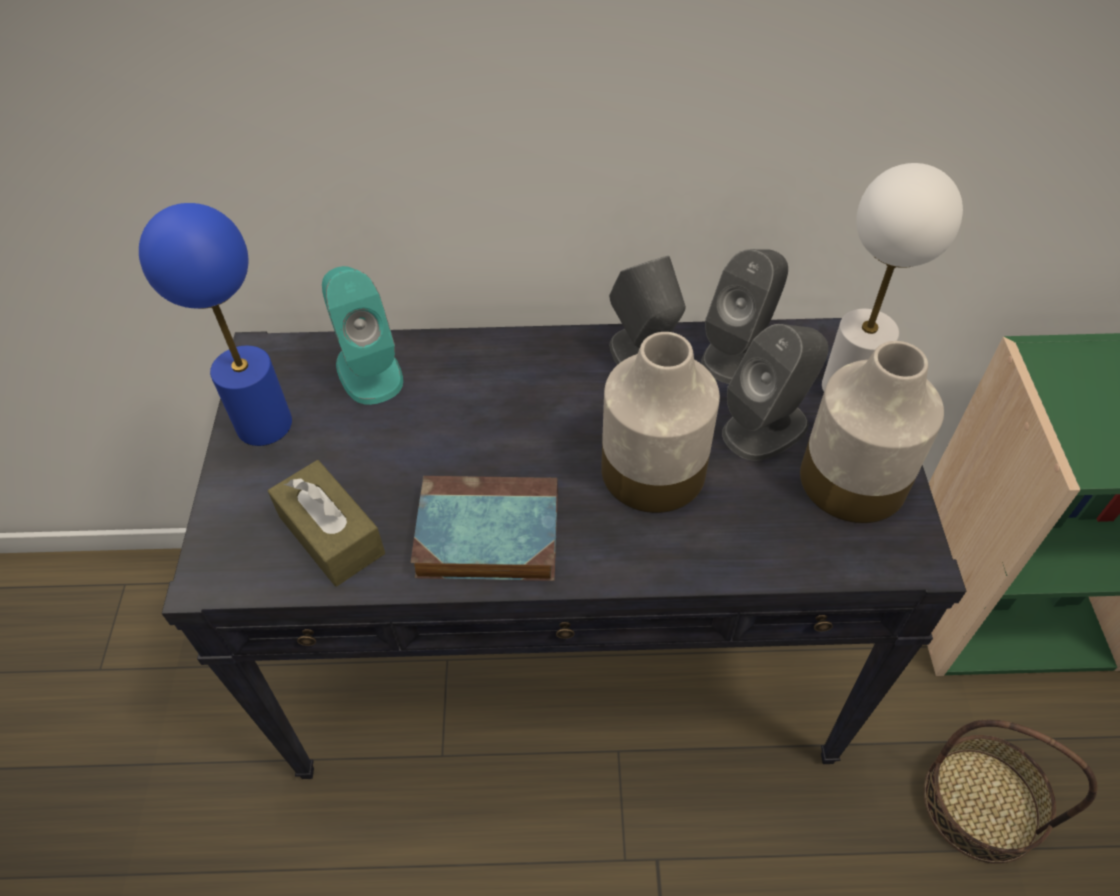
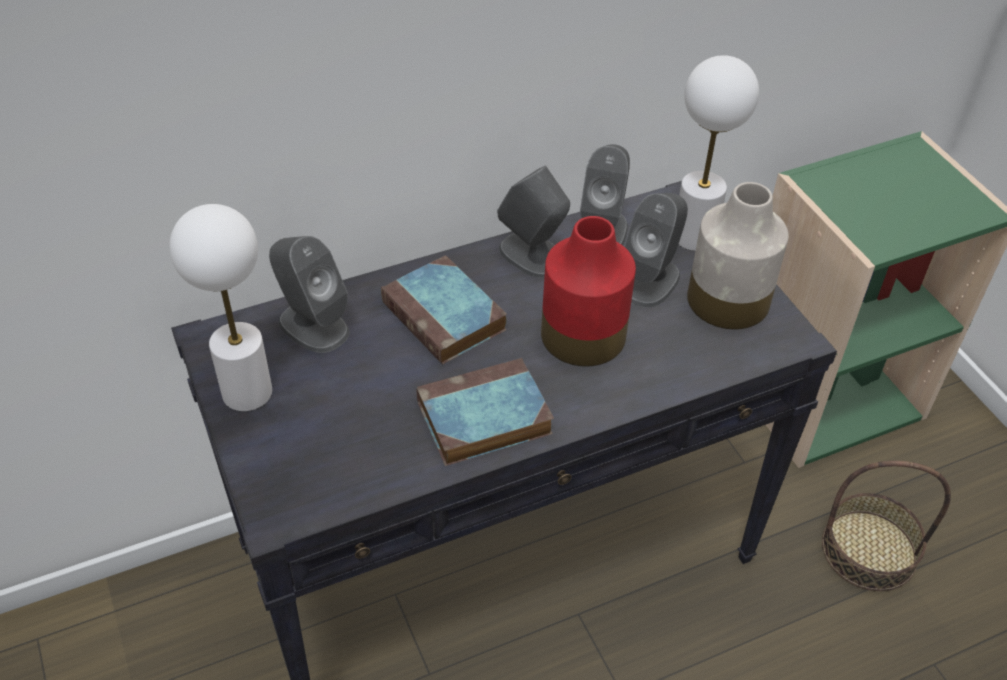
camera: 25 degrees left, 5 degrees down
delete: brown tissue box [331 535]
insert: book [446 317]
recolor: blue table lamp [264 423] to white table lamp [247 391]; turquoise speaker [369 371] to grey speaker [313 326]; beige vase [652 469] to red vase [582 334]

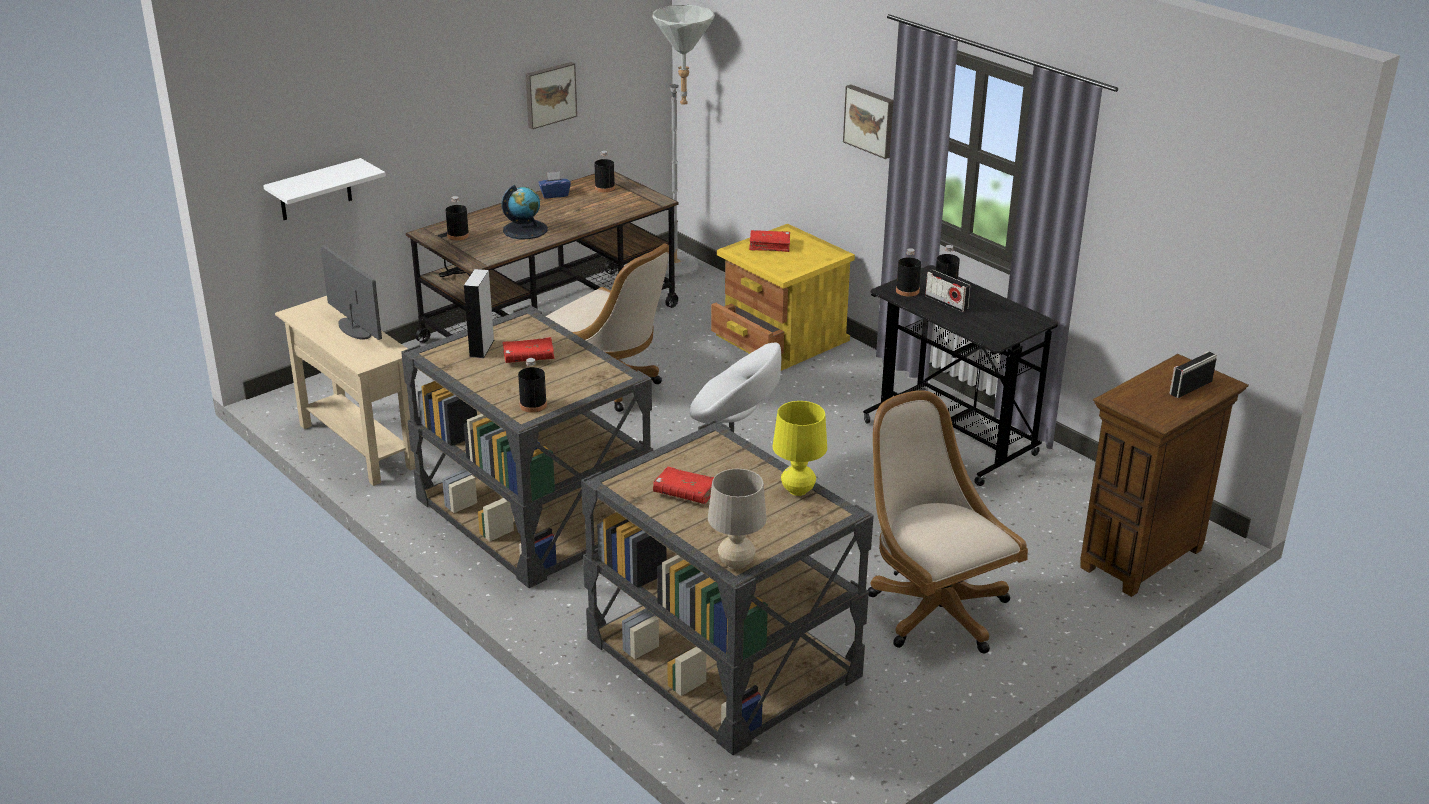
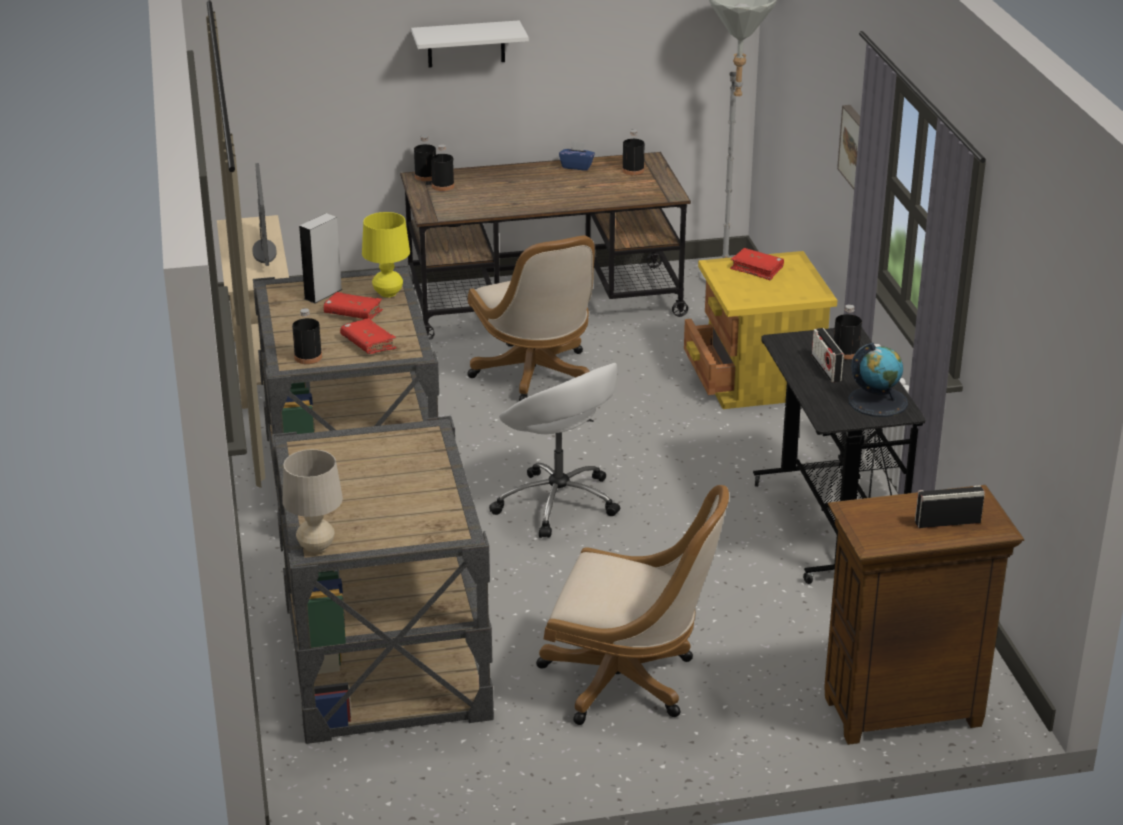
camera: 30 degrees right, 0 degrees up
delete: picture [549 94]
move: white shelf [315 190] to [466 44]; globe [525 229] to [878 401]; red book [685 493] to [368 343]; yellow table lamp [798 490] to [388 293]; black bottle [907 291] to [425 176]
rotate: office chair [932 606] = [629 681] 105 degrees clockwise

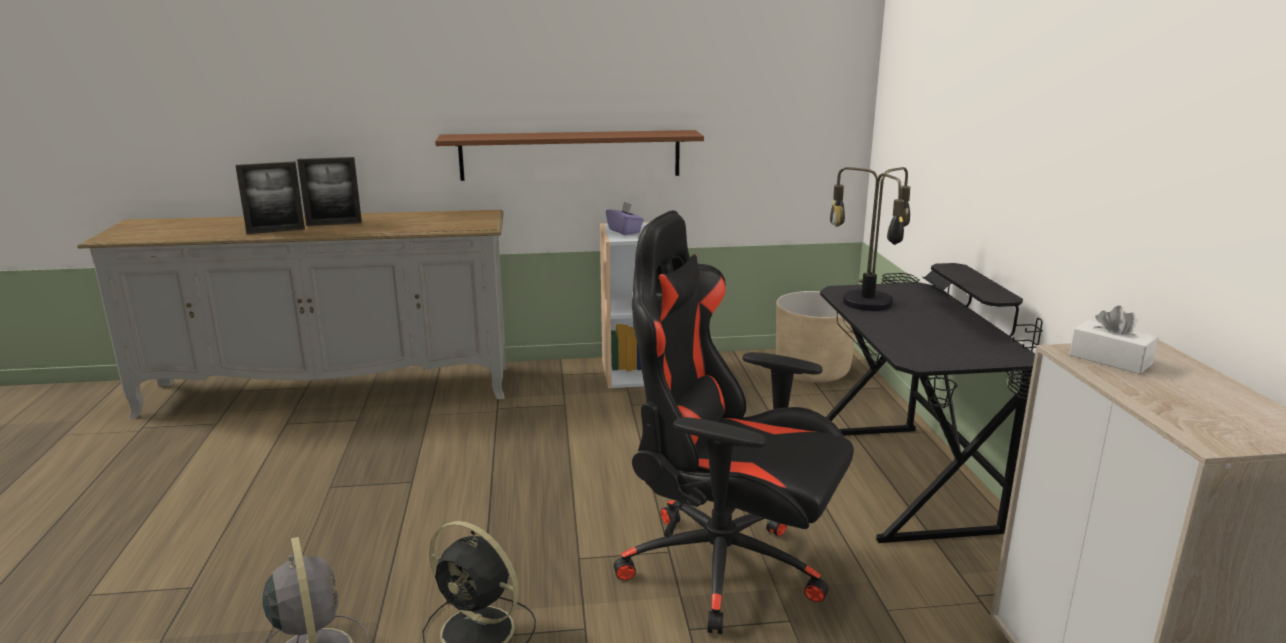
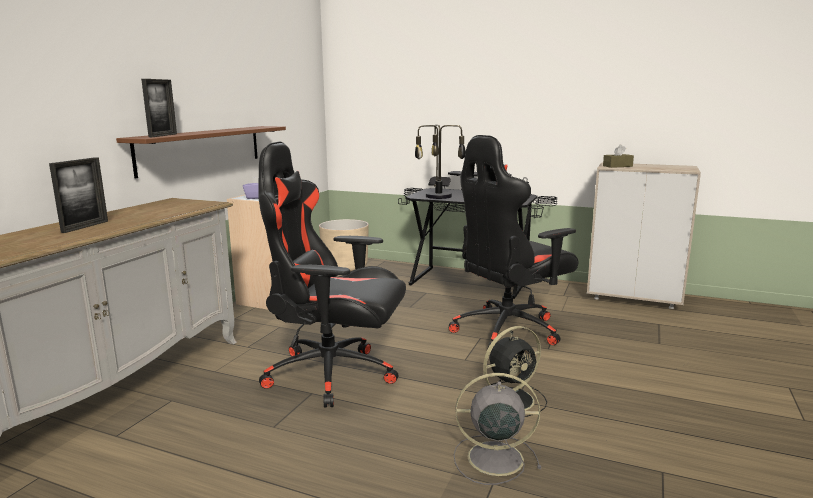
camera: 60 degrees left, 5 degrees down
insert: black office chair [339 376]
move: picture frame [276 231] to [163 135]
recolor: white tissue box [1110 359] to brown tissue box [617 166]

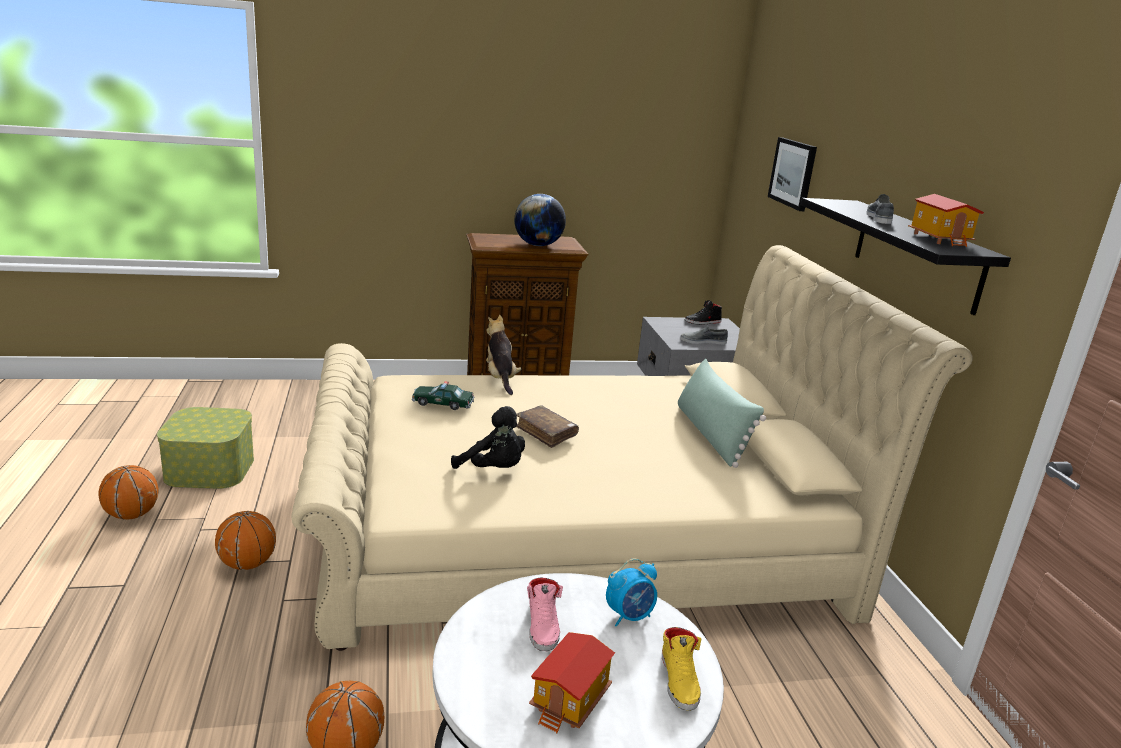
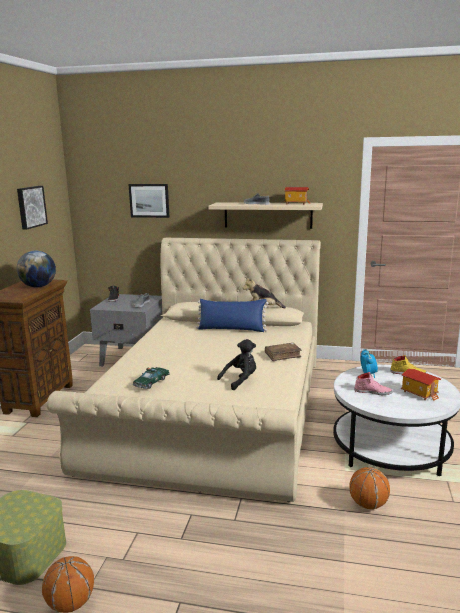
camera: 65 degrees left, 5 degrees down
delete: basketball [247 564]
insert: picture [30 207]
move: plush toy [500 378] to [262 308]; brown book [546 432] to [282 355]
recolor: green pillow [711 435] to blue pillow [231 329]; black shelf [916 254] to beige shelf [268 215]

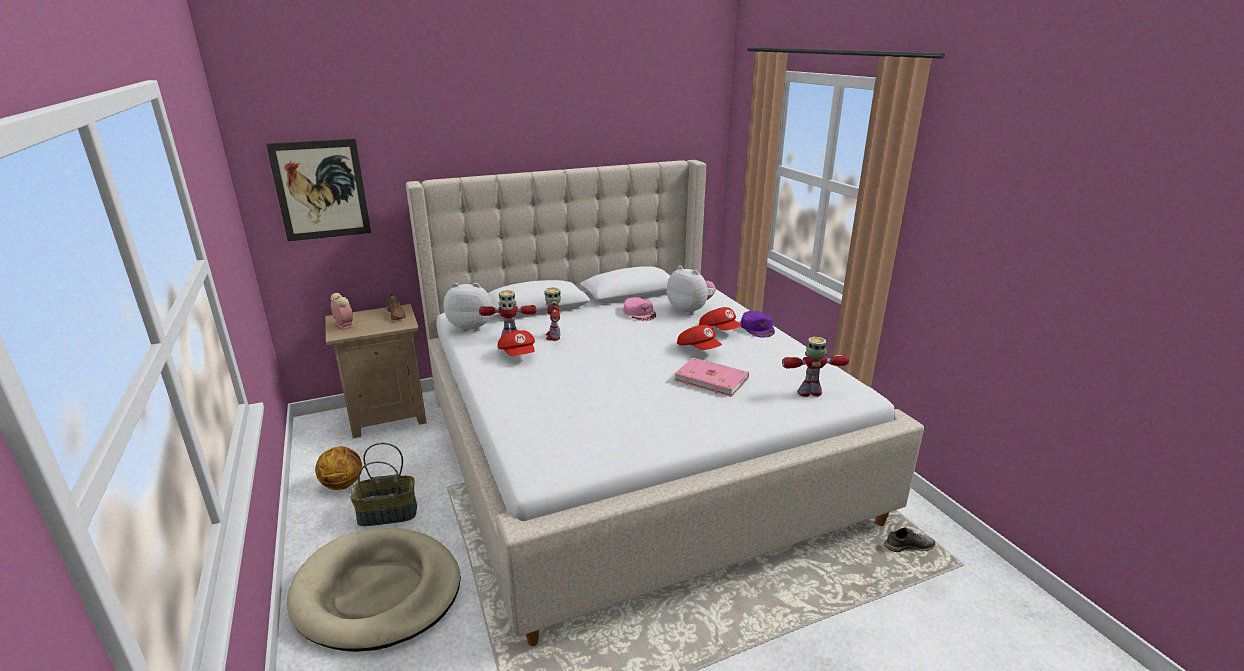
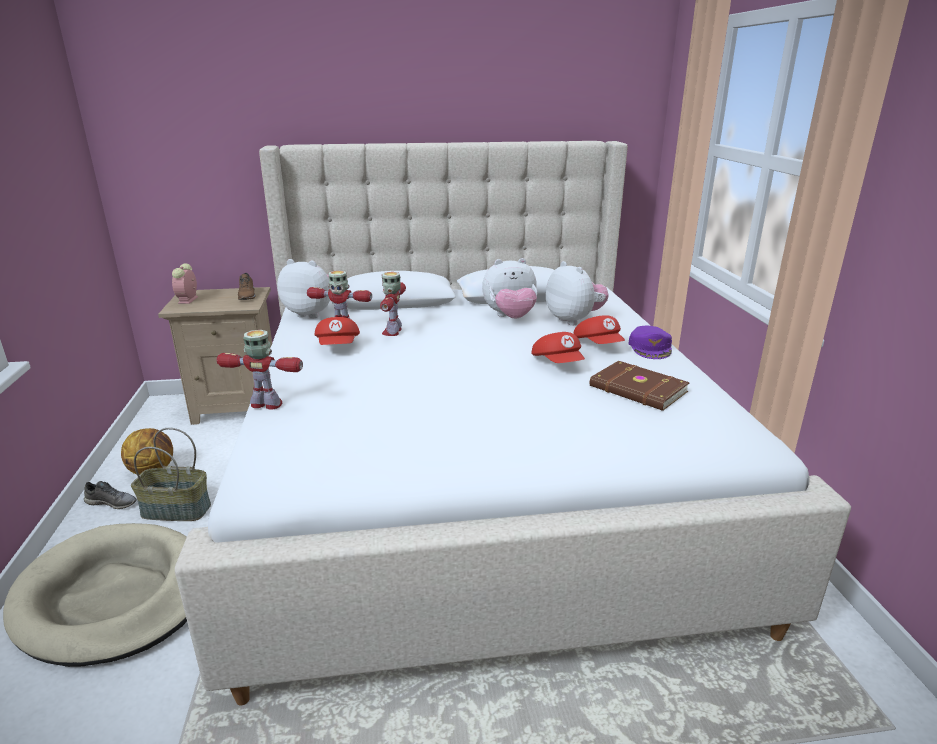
camera: 15 degrees right, 0 degrees up
delete: picture [321 190]; pink book [711 379]
insert: brown book [637 390]
move: toy robot [810 393] to [267 404]; grey shoe [908 546] to [112 502]
replace: pink cap [639 313] to plush toy [510 317]
rotate: alarm clock [343 325] = [188 300] 150 degrees counterclockwise

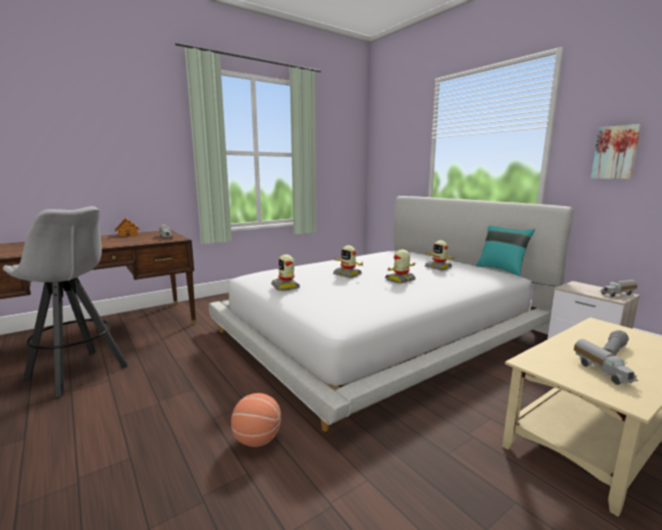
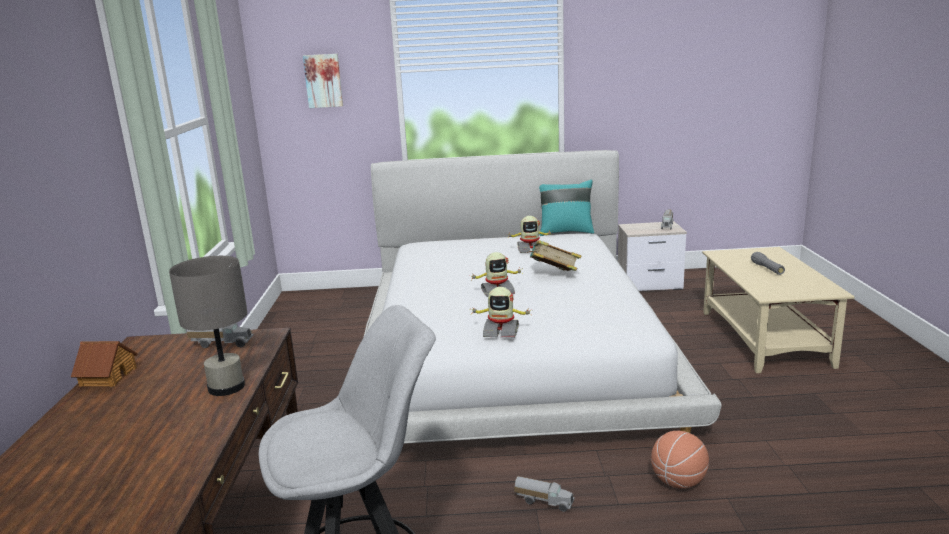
camera: 55 degrees left, 5 degrees up
insert: grey table lamp [227 387]
move: toy truck [602 371] to [544 501]; picture [615 152] to [323 80]
replace: toy robot [400 280] to book [553 275]

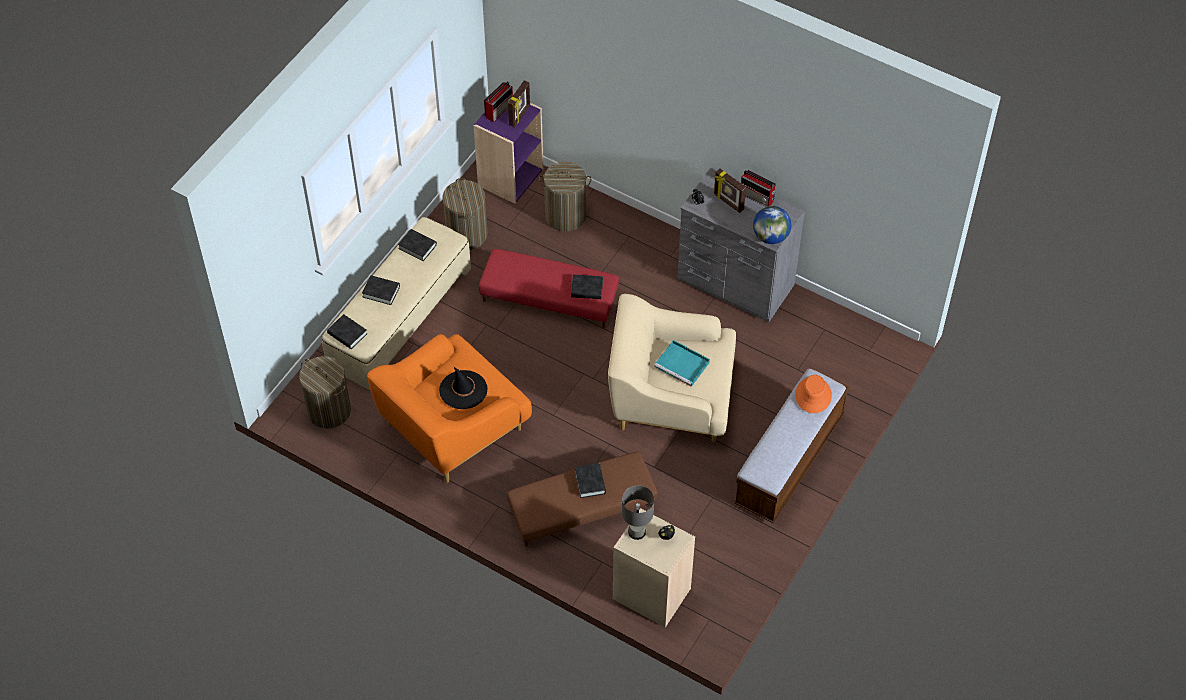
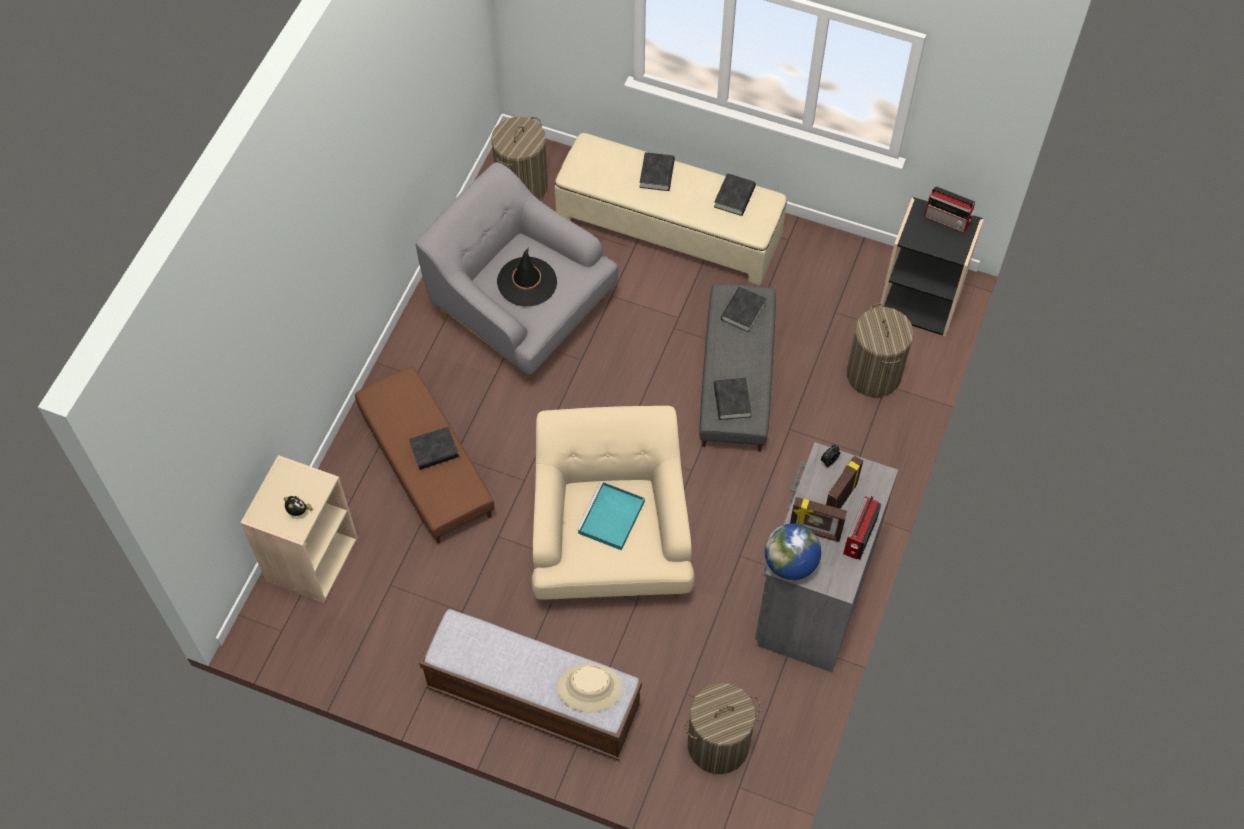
camera: 80 degrees right, 5 degrees up
delete: grey table lamp [636 531]
move: black book [347 334] to [743 311]; laundry basket [467 234] to [718 745]; picture frame [520 115] to [814 532]
recolor: orange armchair [452 426] to grey armchair [521 309]; purple bookcase [510 176] to black bookcase [921 302]; red ottoman [549 297] to grey ottoman [736 377]; orange hat [813 395] to beige hat [589 688]

